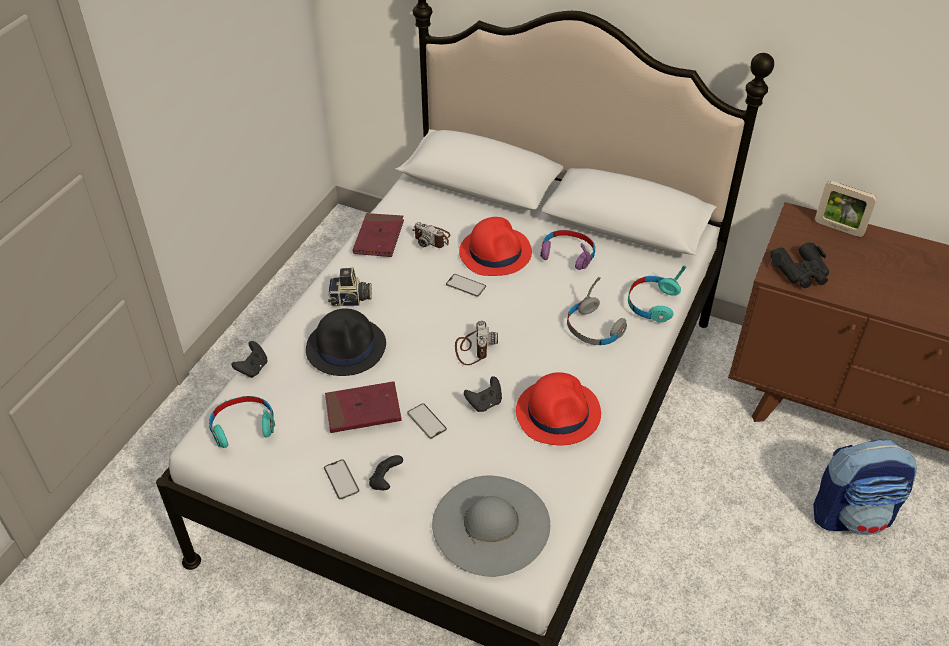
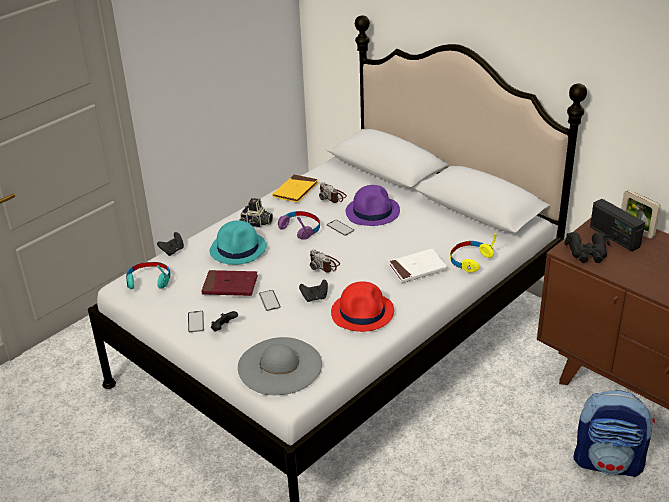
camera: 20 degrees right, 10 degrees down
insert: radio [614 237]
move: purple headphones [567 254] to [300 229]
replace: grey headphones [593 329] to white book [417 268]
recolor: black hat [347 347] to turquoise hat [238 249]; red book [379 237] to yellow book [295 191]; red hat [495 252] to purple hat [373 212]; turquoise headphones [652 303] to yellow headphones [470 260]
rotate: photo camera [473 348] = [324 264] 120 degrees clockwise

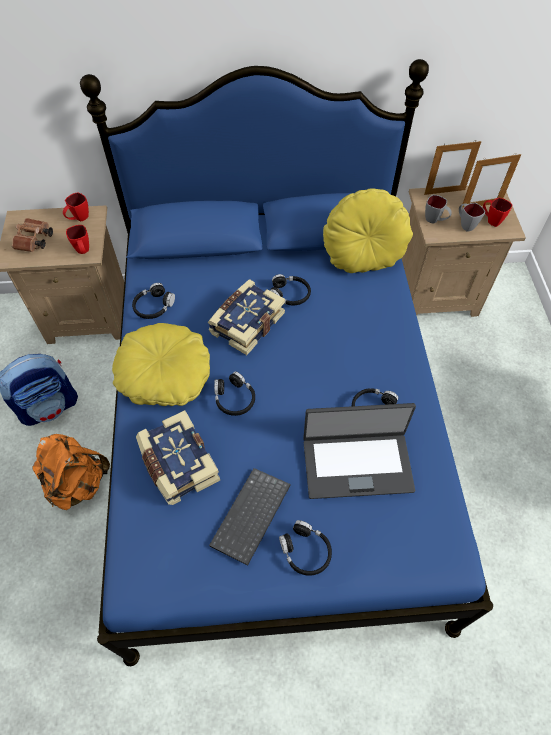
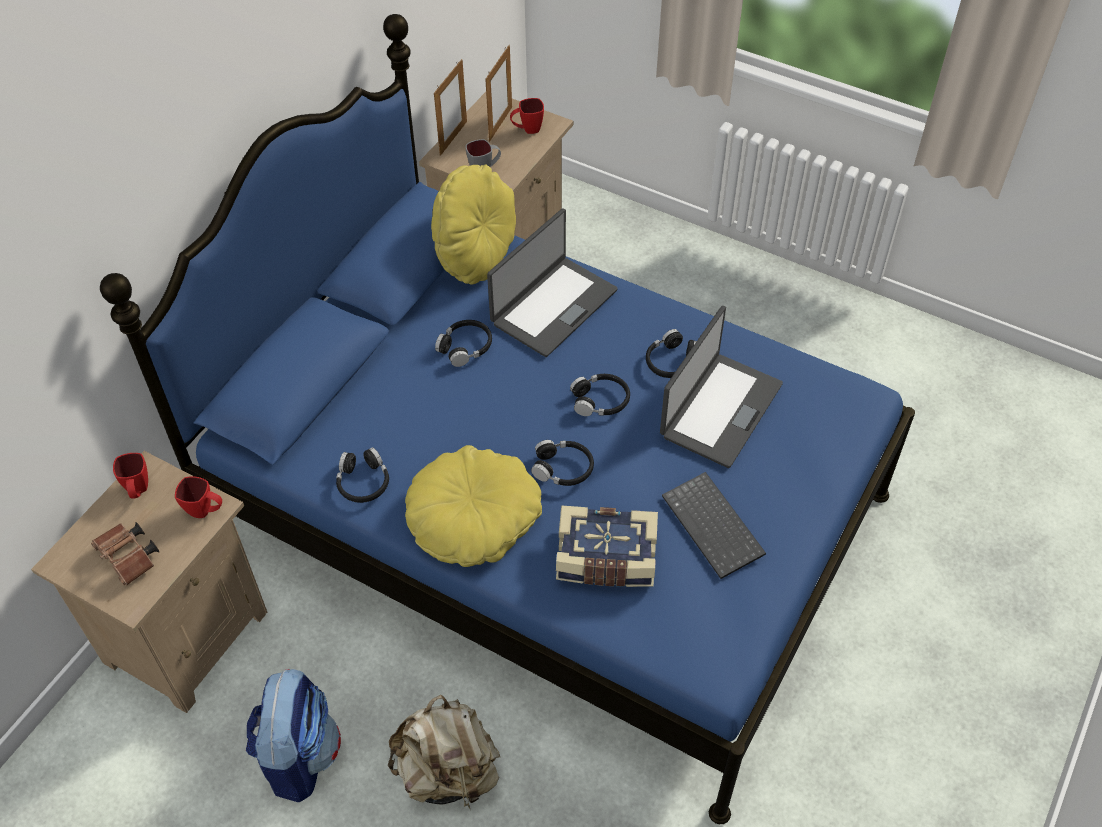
camera: 55 degrees left, 5 degrees down
delete: book [246 323]; grey mug [465 225]
insert: laptop [553 306]
move: black headphones [305 551] to [600 401]
recolor: orange backpack [77 482] to beige backpack [448 772]

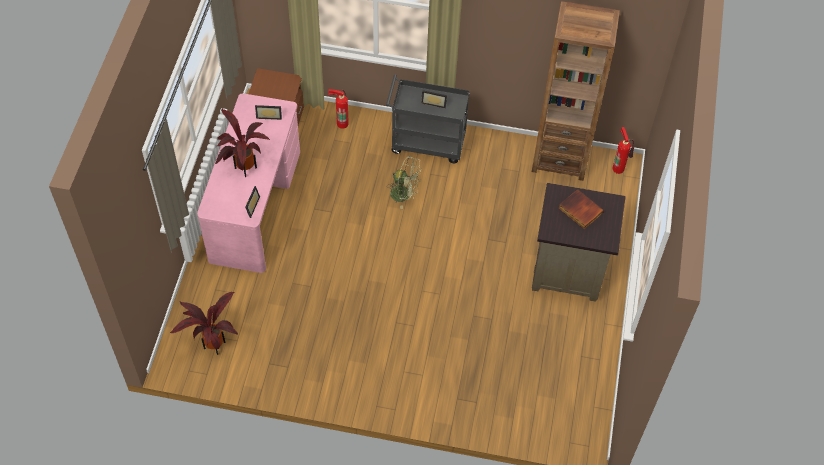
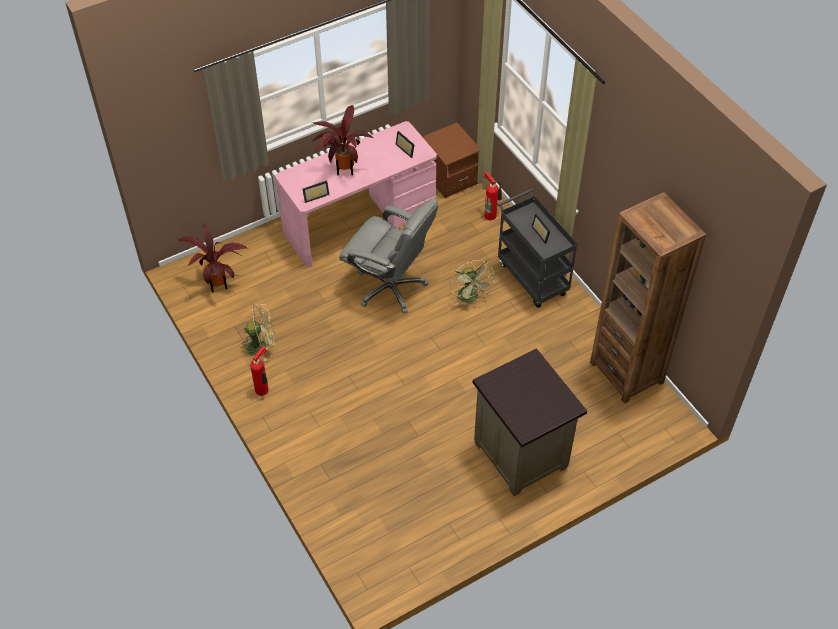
camera: 50 degrees right, 5 degrees down
delete: book [579 211]
insert: green fan [261 346]; grey office chair [389 286]
move: fire extinguisher [619 167] to [263 390]

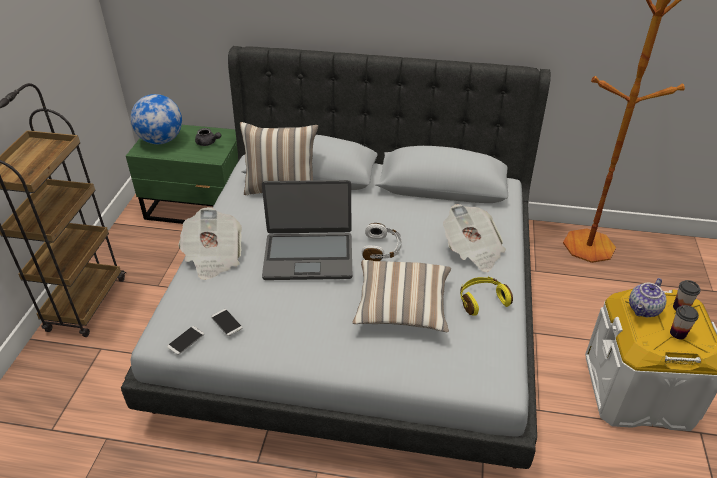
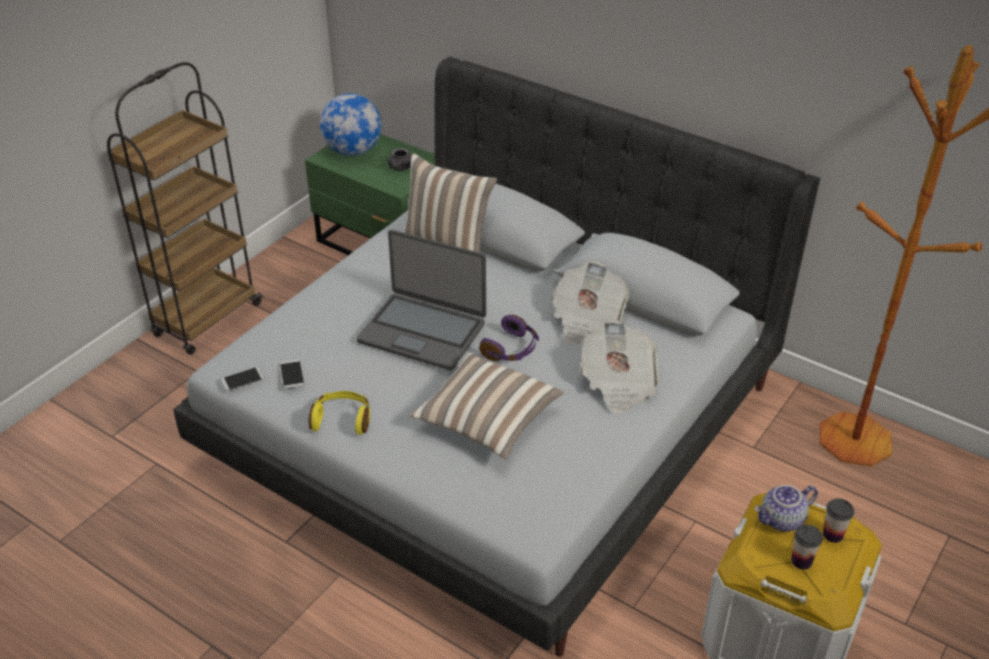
camera: 25 degrees right, 0 degrees up
move: newspaper [213 257] to [587 321]; yellow headphones [482 300] to [342 419]
recolor: white headphones [382 249] to purple headphones [511 349]

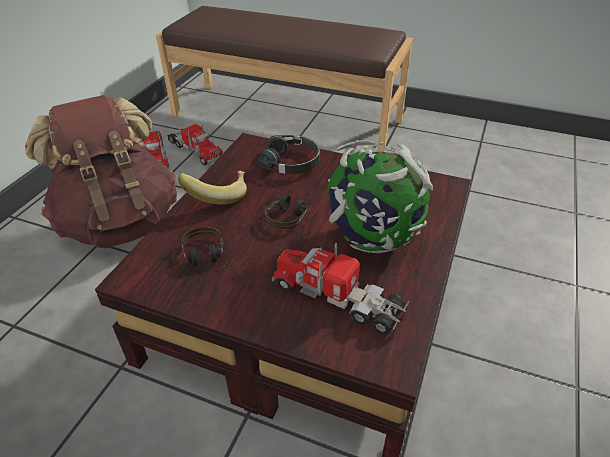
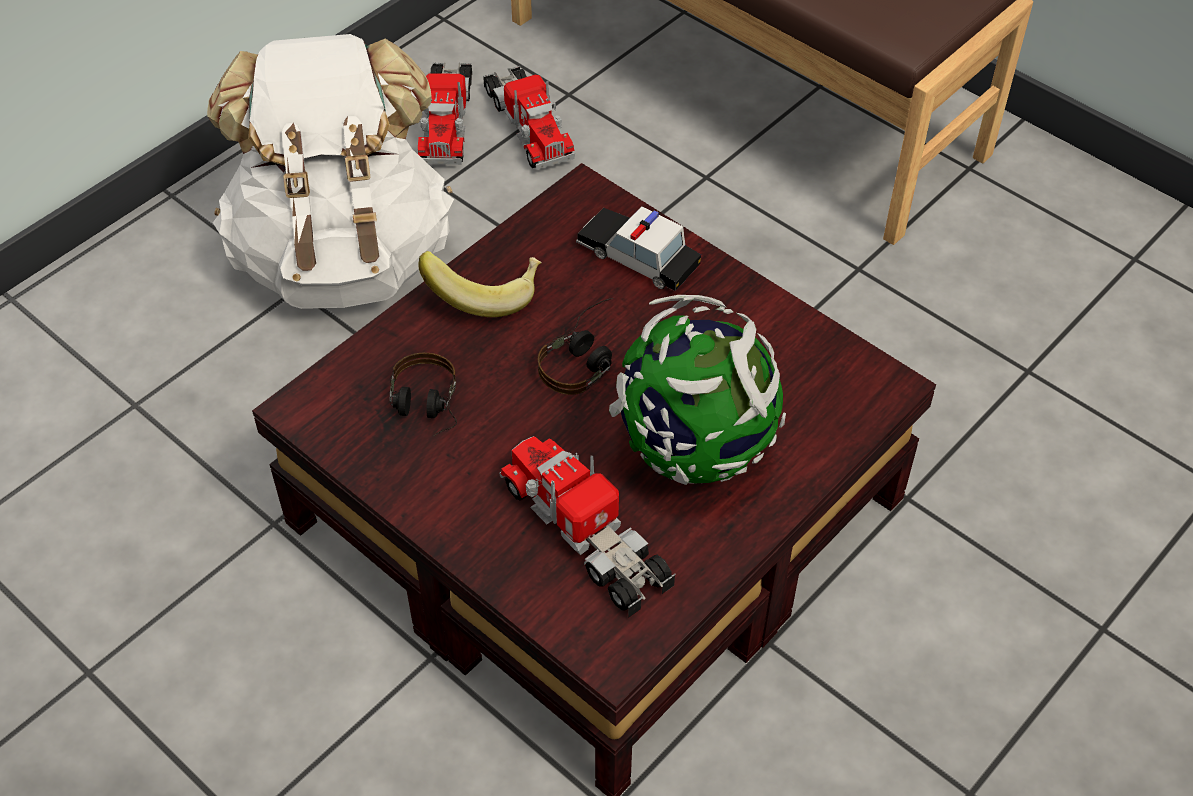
camera: 20 degrees right, 10 degrees up
replace: black headphones [291 162] to toy car [637 256]
recolor: brown backpack [121 222] to white backpack [344 255]

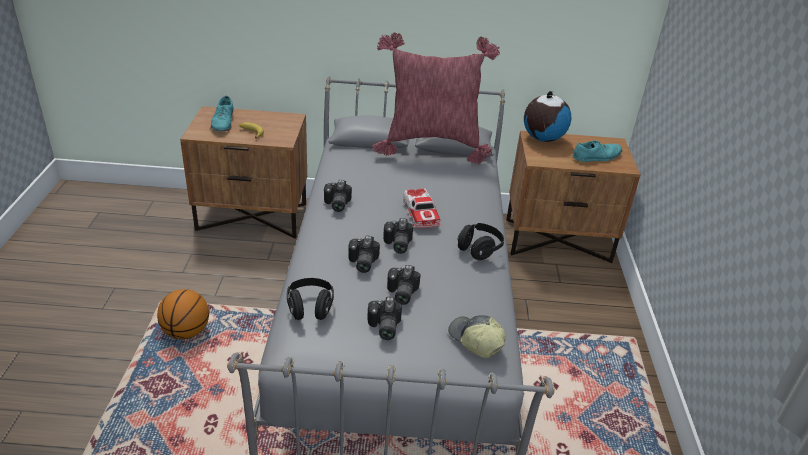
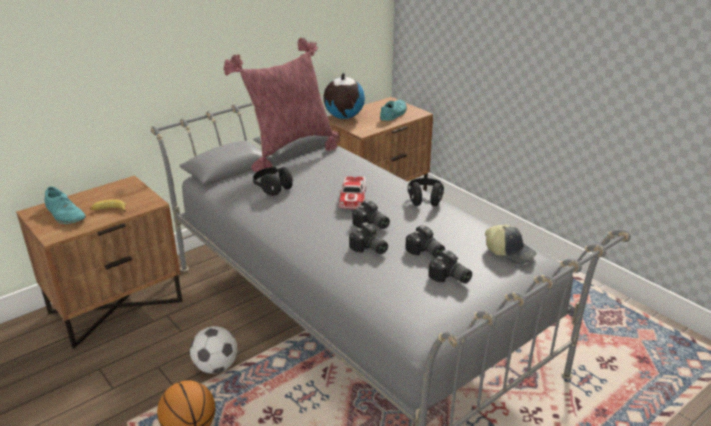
camera: 40 degrees left, 5 degrees down
delete: photo camera [336 204]
insert: football [216 367]
move: black headphones [310 308] to [273 188]
rotate: toy car [420 213] = [353 198] 60 degrees clockwise; cap [475 340] = [510 252] 150 degrees counterclockwise

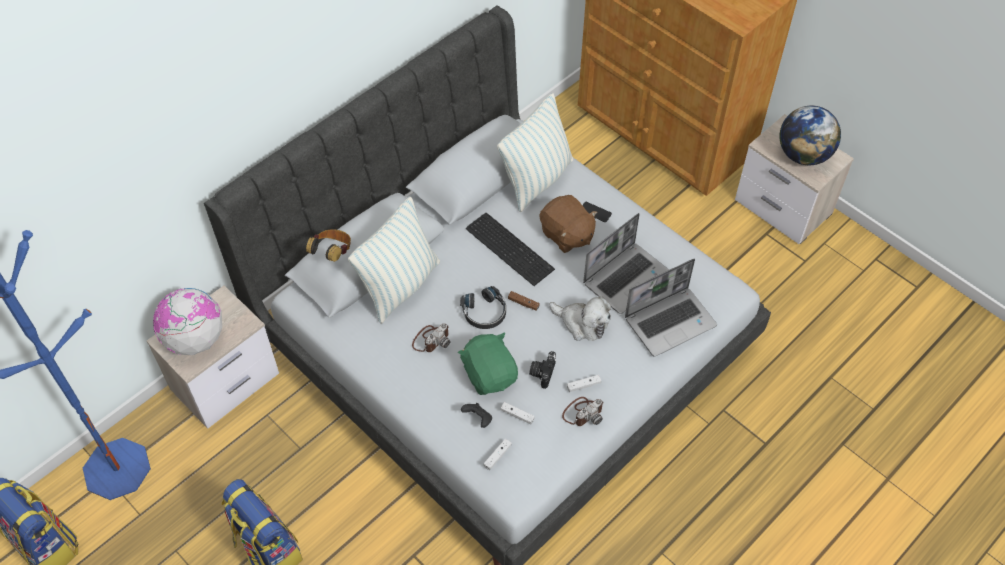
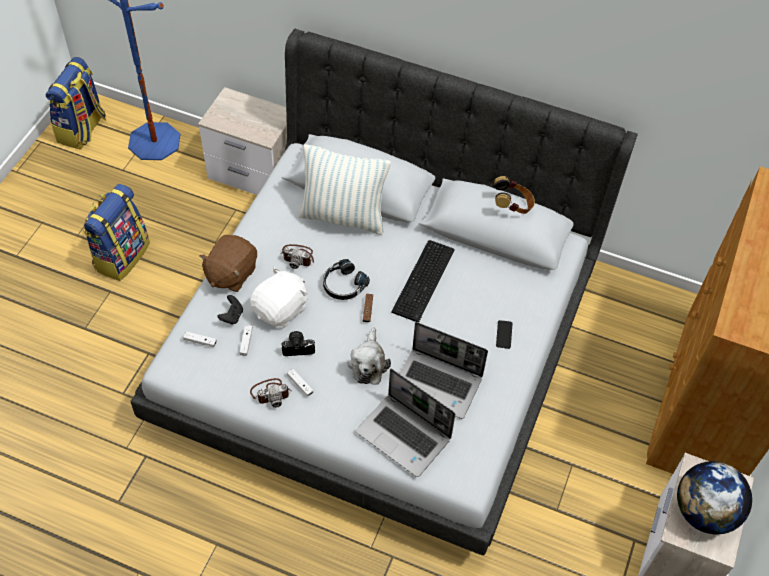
camera: 65 degrees right, 0 degrees up
delete: globe [195 339]; pillow [536 180]
move: headphones [332 253] to [512 206]; brown plush toy [566 235] to [231 273]
recolor: green plush toy [489 374] to white plush toy [281 310]
rotate: photo camera [583 412] = [271 393] 45 degrees counterclockwise

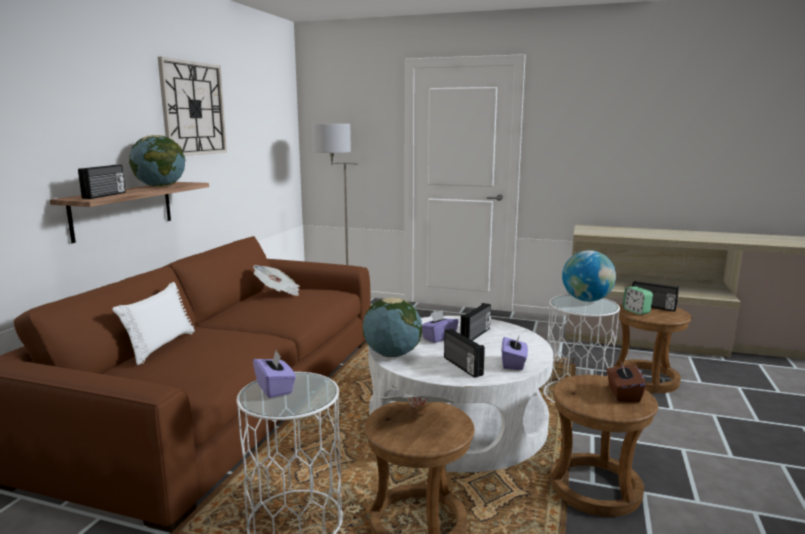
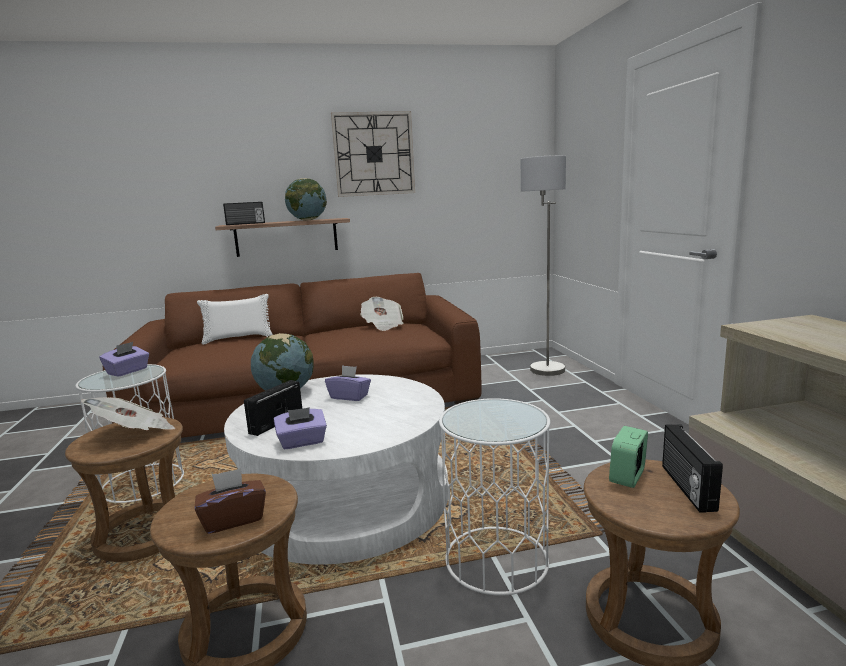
camera: 60 degrees right, 0 degrees up
delete: radio [476 335]; globe [586 300]

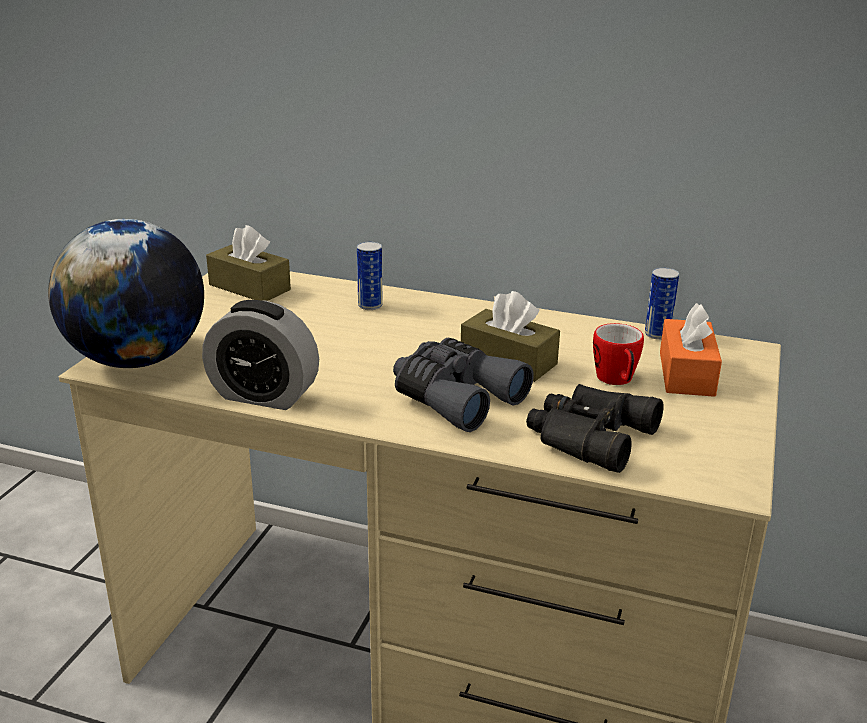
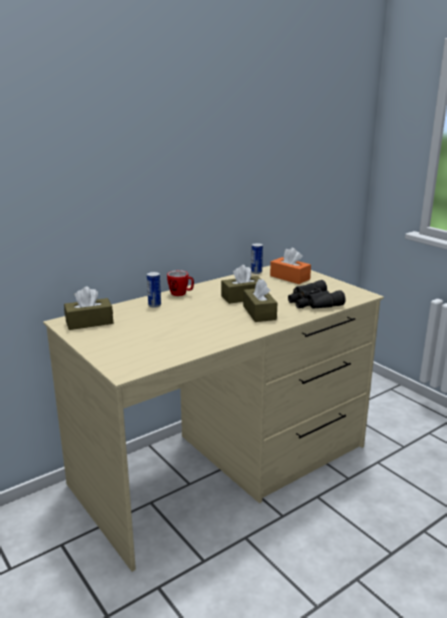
camera: 55 degrees left, 5 degrees down
delete: globe [137 359]; alarm clock [263 395]
move: mug [616 381] to [181 294]
replace: grey binoculars [455 397] to brown tissue box [259 313]

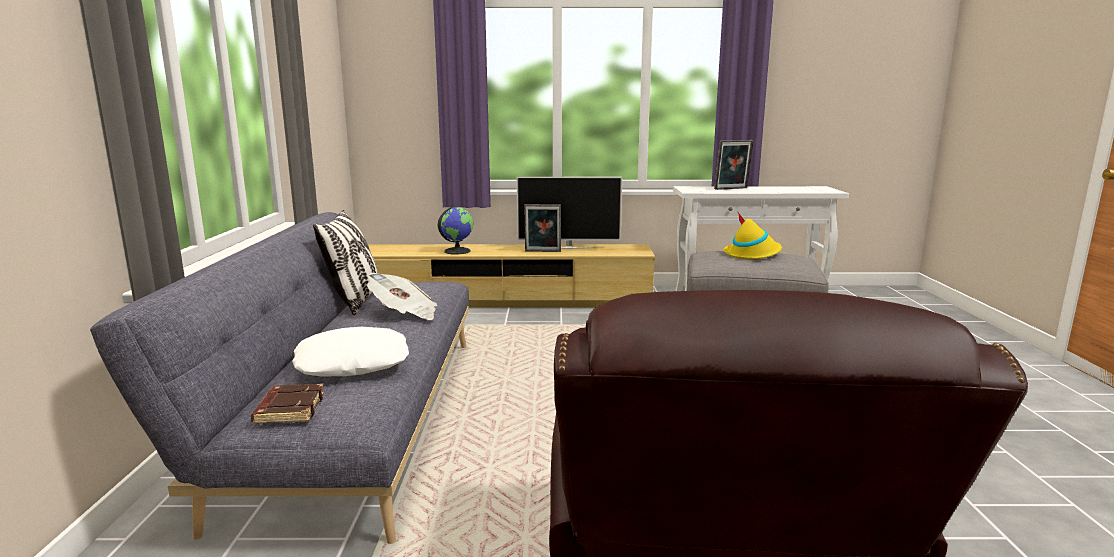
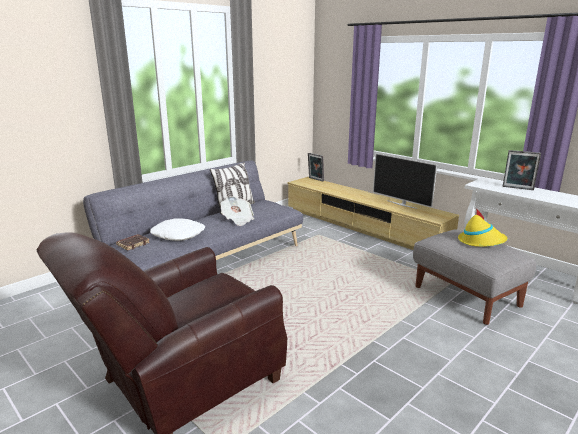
camera: 45 degrees right, 5 degrees up
delete: globe [457 251]
move: picture frame [542 251] to [315 179]

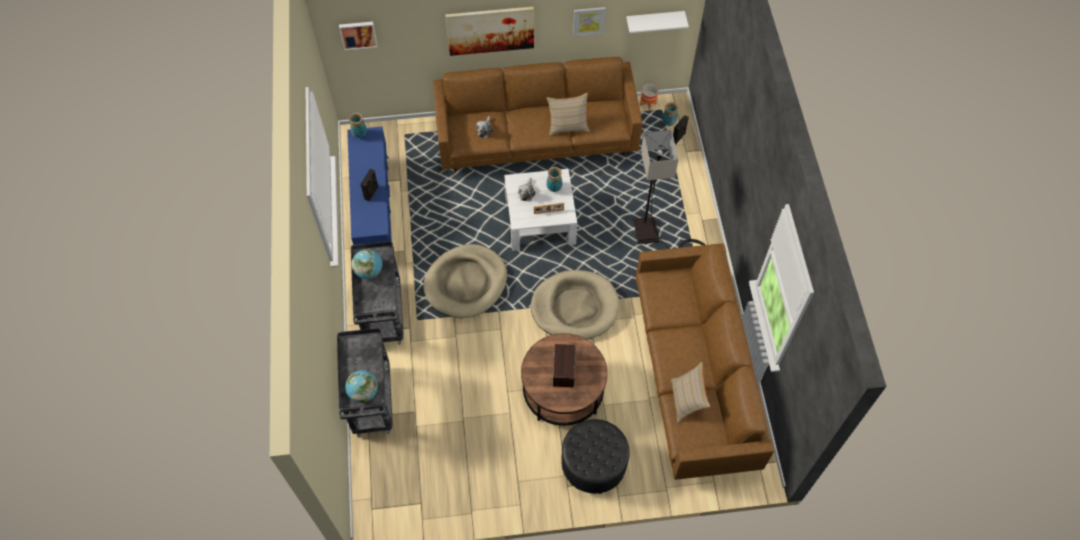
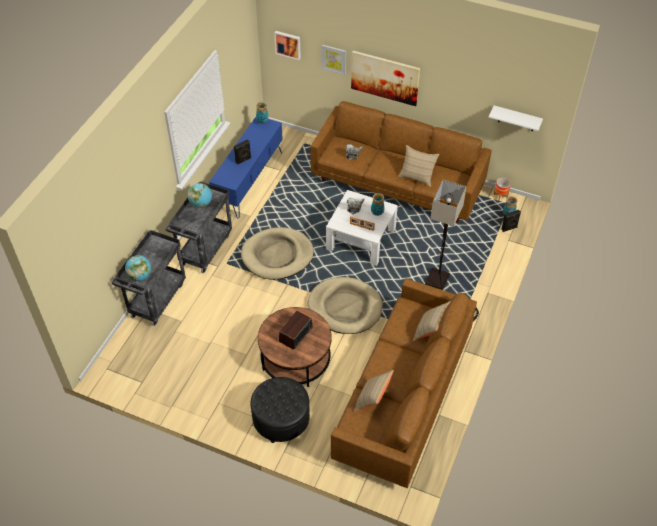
camera: 30 degrees right, 10 degrees down
insert: beige pillow [430 330]
move: picture [588 21] to [334 59]

